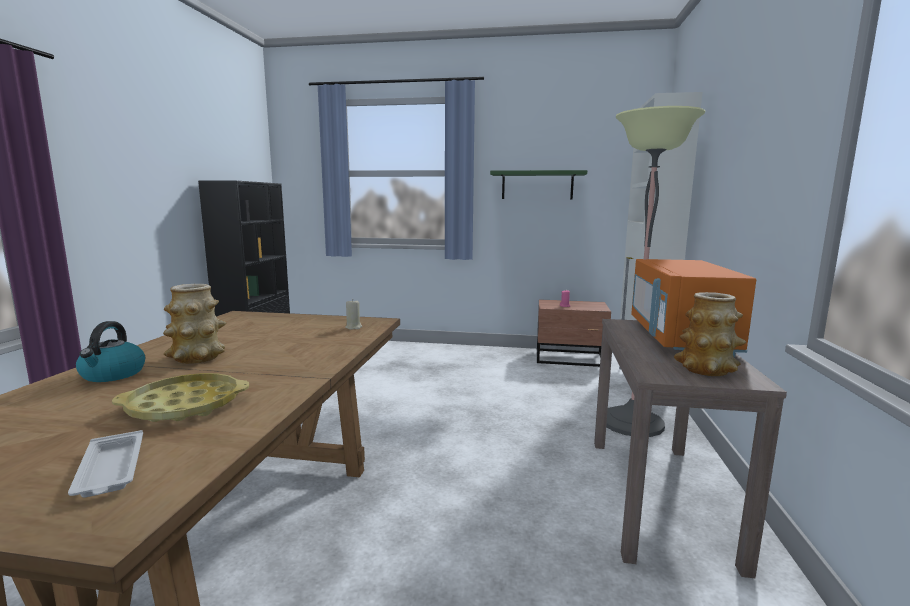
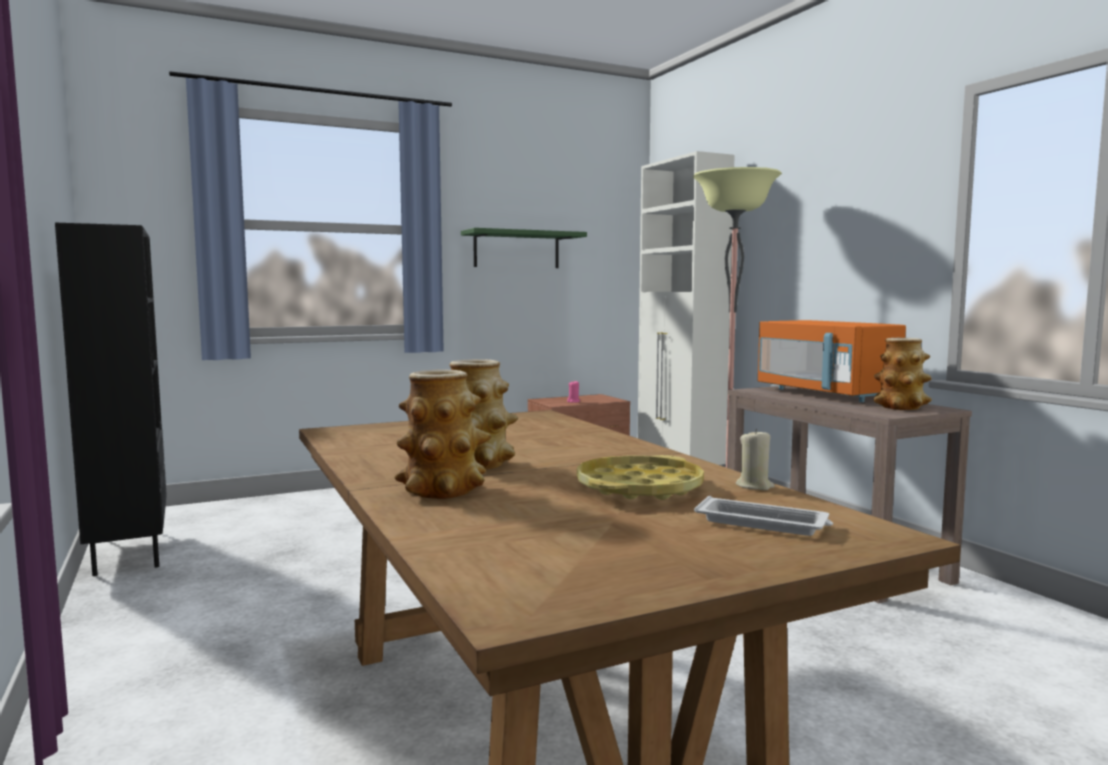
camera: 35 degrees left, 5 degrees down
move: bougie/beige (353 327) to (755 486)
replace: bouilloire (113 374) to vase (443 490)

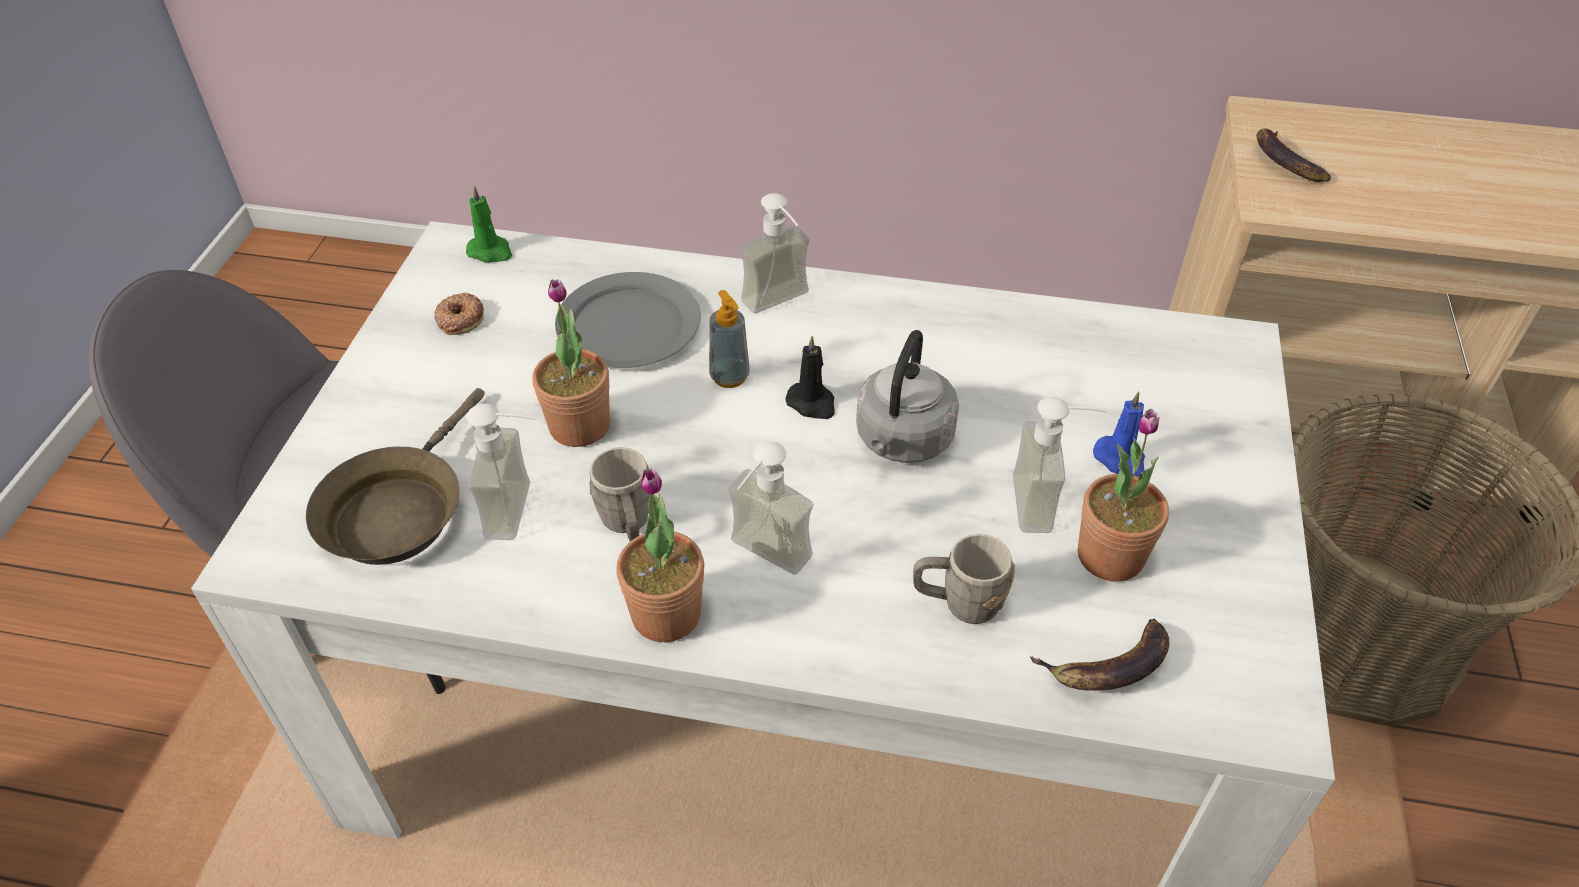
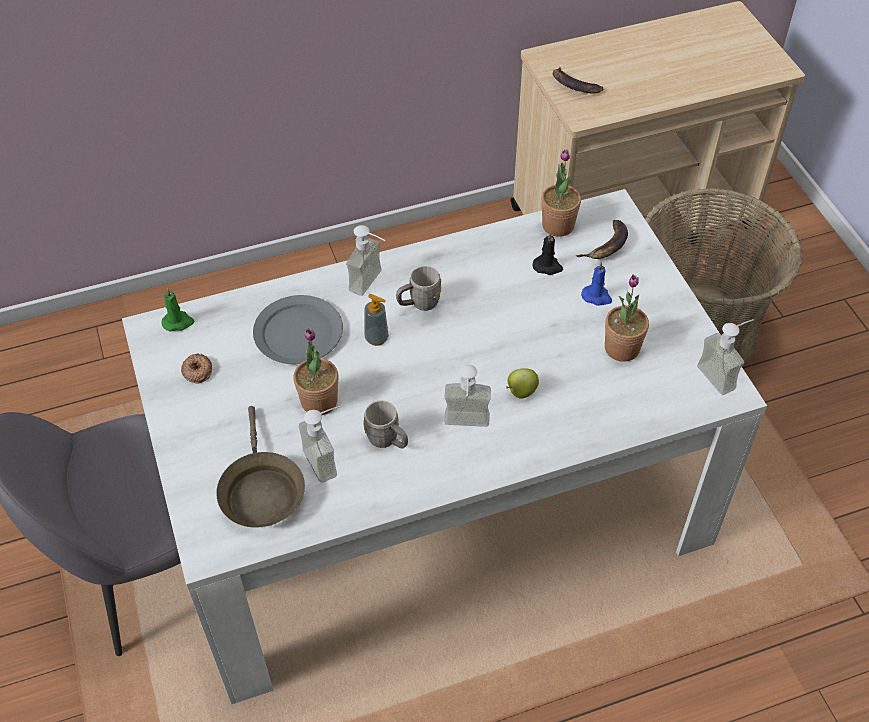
camera: 30 degrees left, 5 degrees up
delete: bouilloire/gris (902 441)
insert: pomme (521 392)
move: bougie/noir (812 403) to (548 266); distributeur de savon (1048 504) to (723 374); plante en pot (666 614) to (558 225); mug/gris (958 602) to (419 303); banane (1108 665) to (607 245)

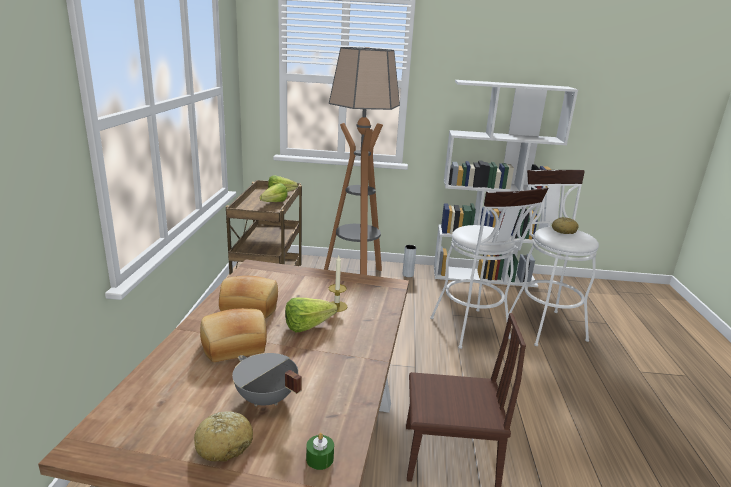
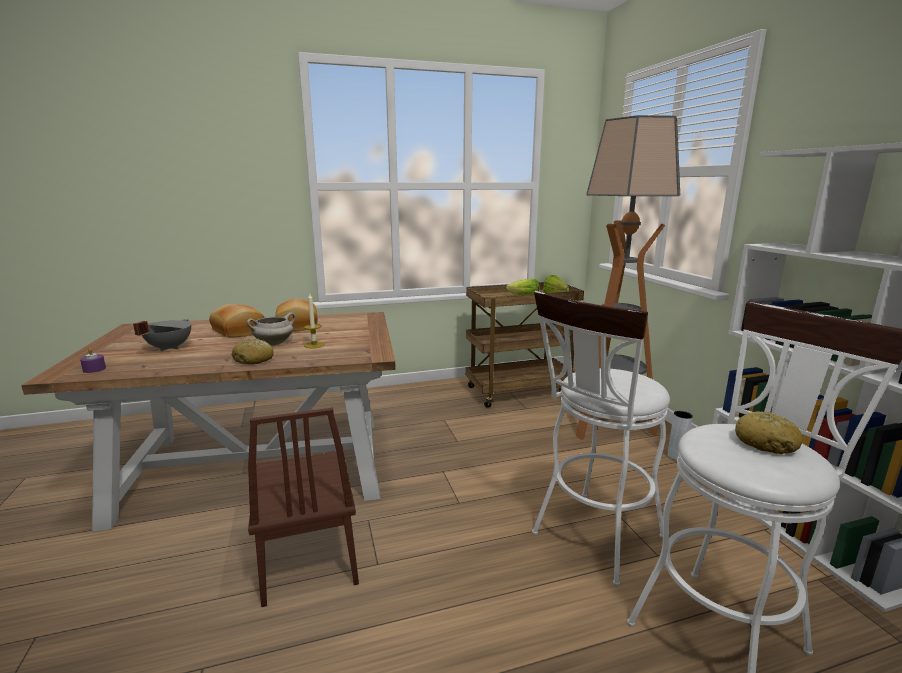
camera: 70 degrees right, 5 degrees down
move: pain (224 444) to (254 360)
replace: laitue (312 326) to marmite/blanc (274 343)
recolor: bougie/vert (320 459) to bougie/violet (94 369)

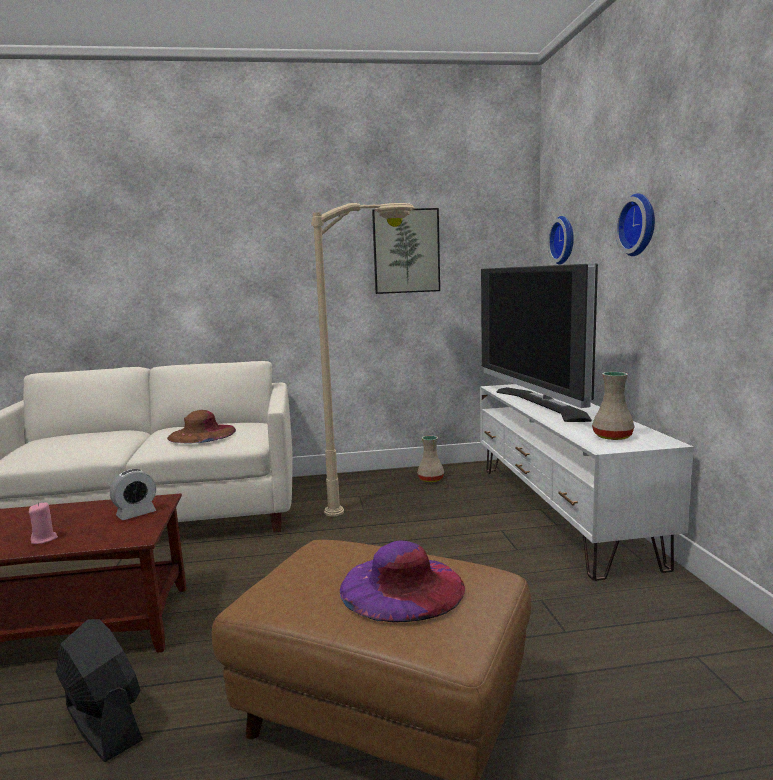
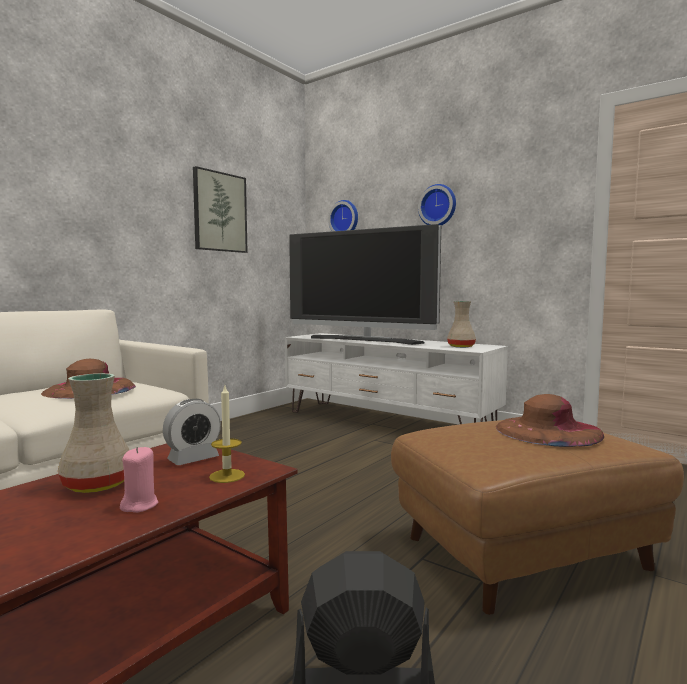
camera: 45 degrees left, 5 degrees down
delete: lampadaire/beige (385 497)
insert: bougie (227 476)
move: vase/beige (430 479) to (95 484)
recolor: chapeau/violet (401 587) to chapeau/marron (548 430)
rotate: réveil (136 514) = (193 459) 45 degrees clockwise

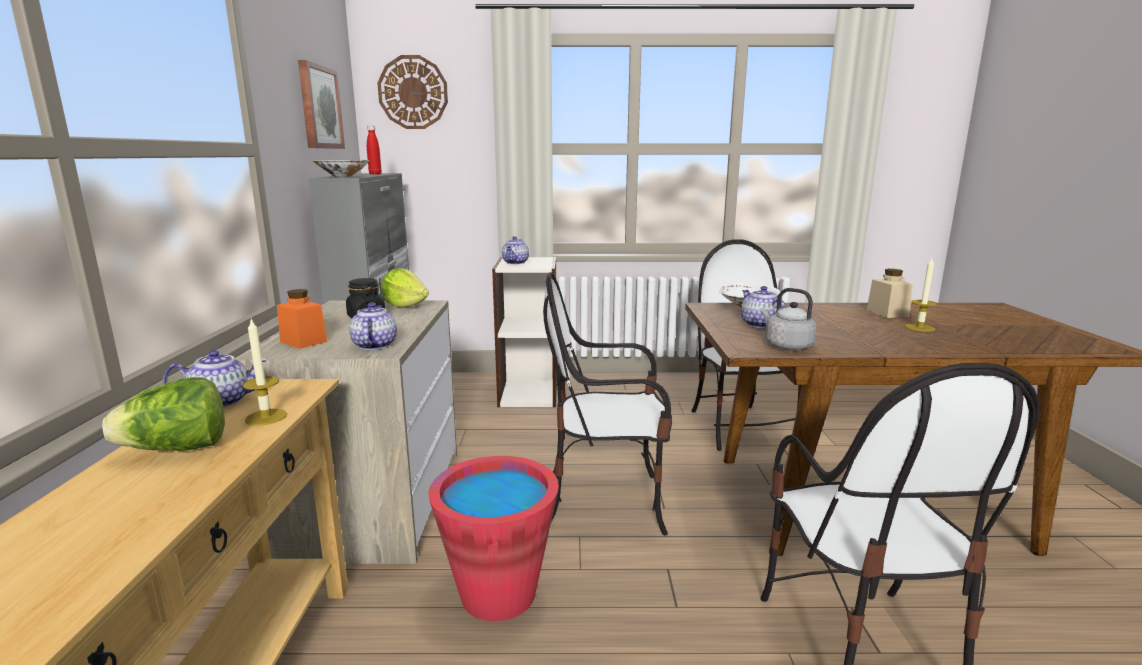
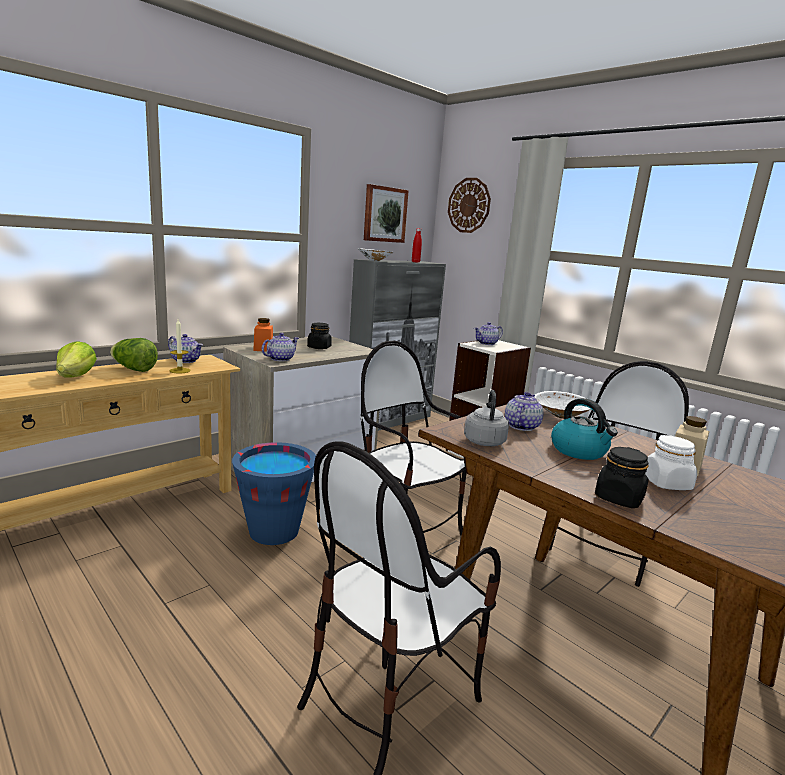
camera: 45 degrees right, 0 degrees up
insert: bouilloire (579 451); bocal/noir (619 498)
move: laitue (405 305) to (76 376)
replace: bougie (920 327) to bocal/blanc (667 483)
recolor: seau/rouge (498 594) to seau/bleu (274 531)

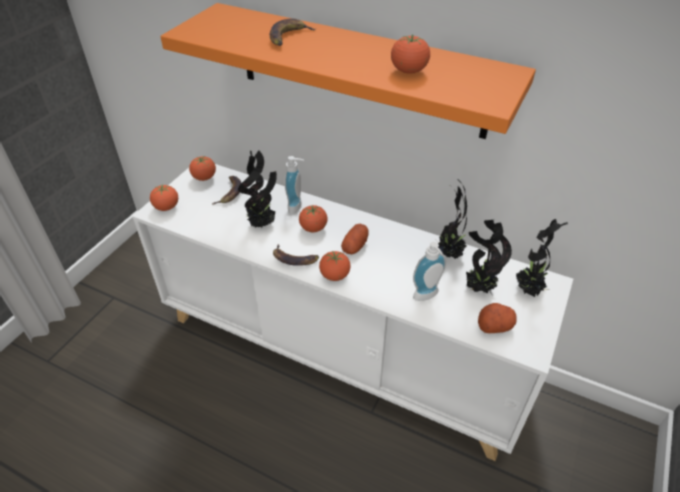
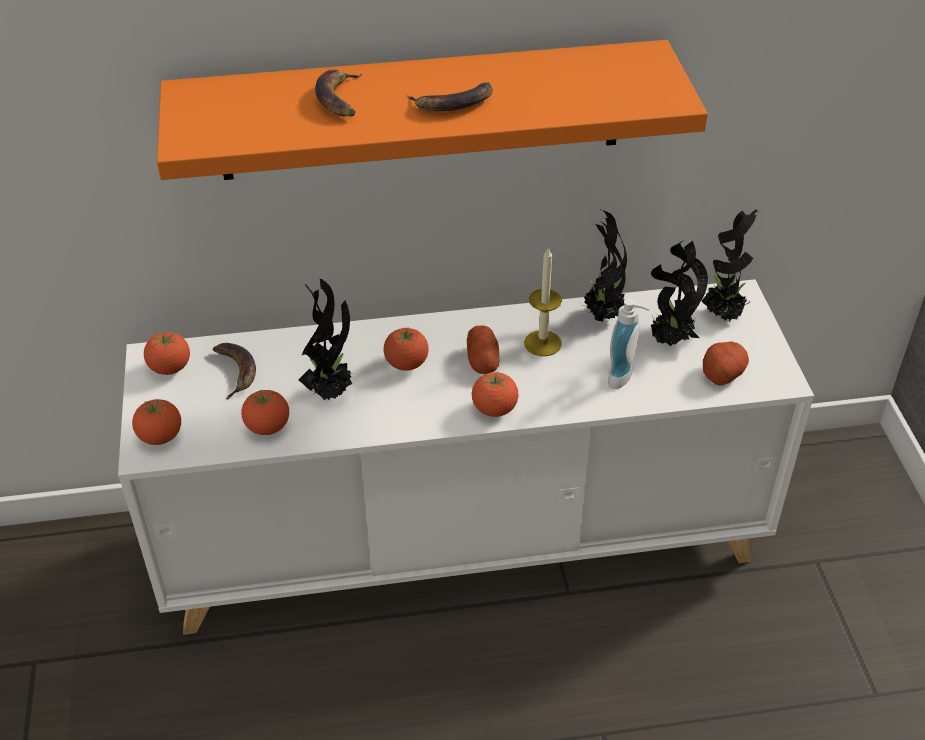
camera: 35 degrees left, 0 degrees up
delete: distributeur de savon (297 207)
insert: bougie (542 343)
move: tomate (408 71) to (267 427); banane (294 258) to (453 103)

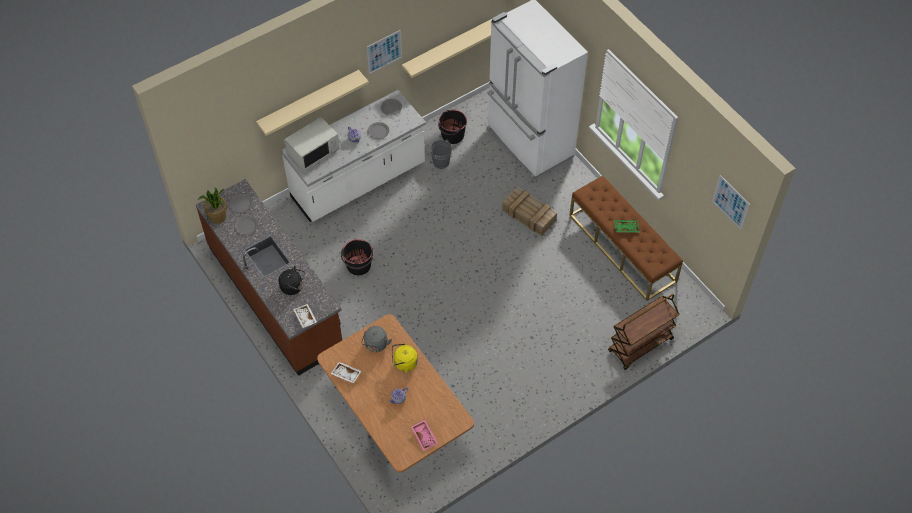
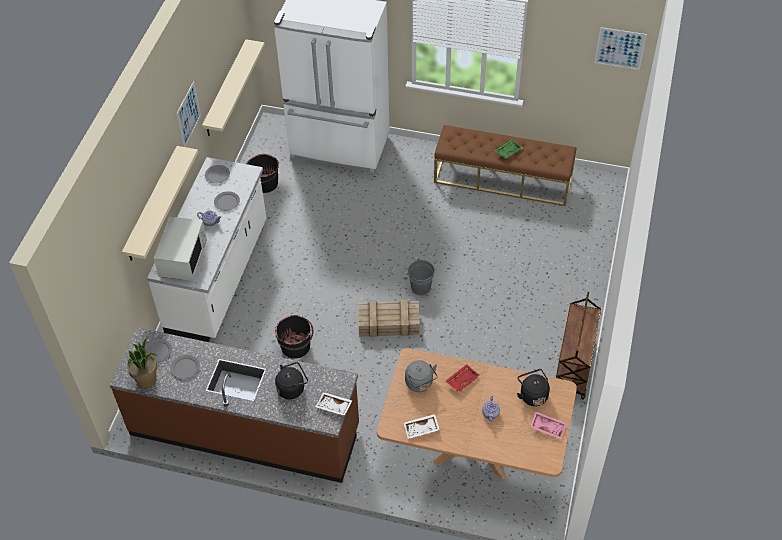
camera: 40 degrees left, 5 degrees down
insert: bouilloire/noir (532 395)
move: seau/gris (441 162) to (421 287); caisse (530 215) to (389 323); chariot/marron (640 346) to (574 368)
replace: bouilloire/jaune (404 363) to plateau/rouge (462 380)

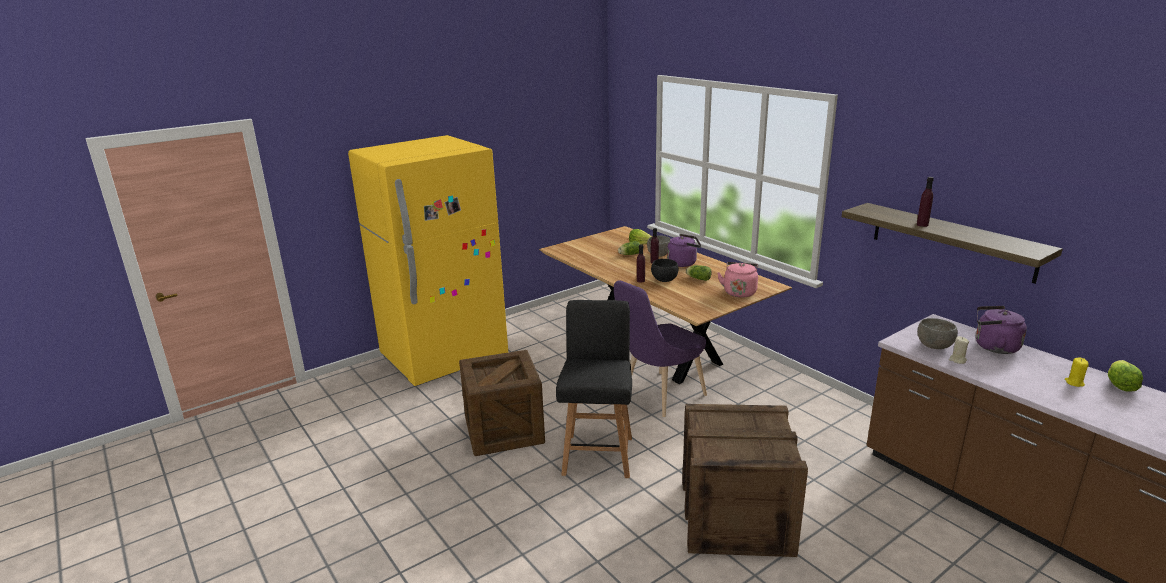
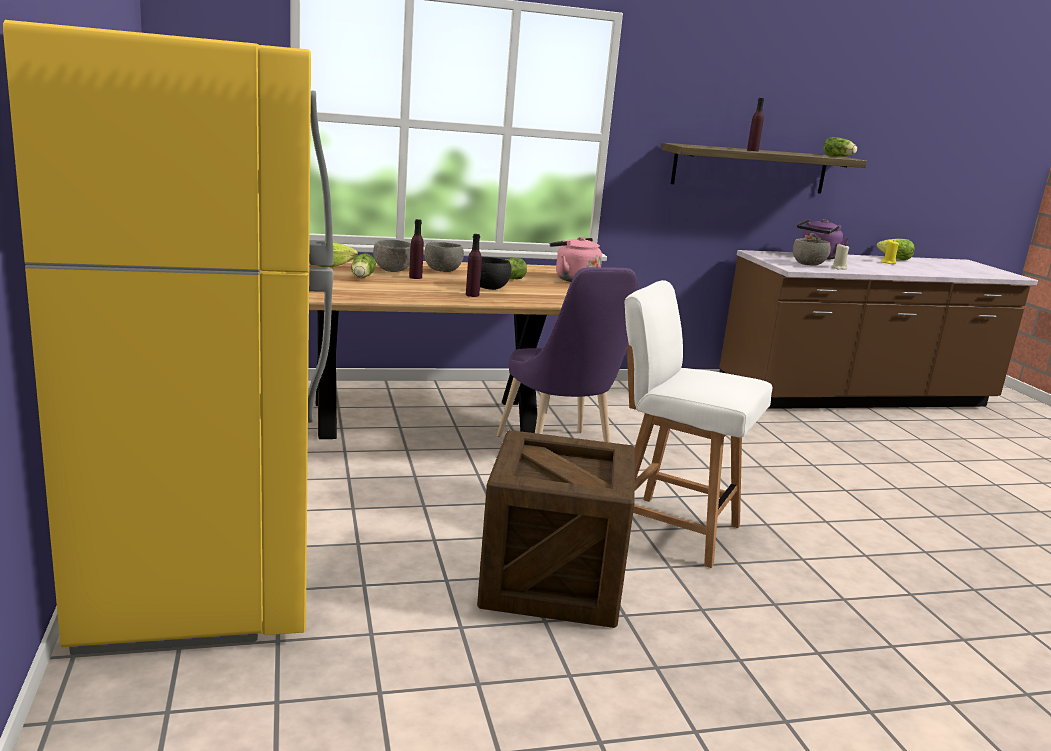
camera: 70 degrees left, 5 degrees down
delete: caisse (736 518)
insert: laitue (839 156)
replace: bouilloire/violet (683 263) to bol/gris (443 271)
recolor: chaise/noir (598 454) to chaise/blanc (672 529)

